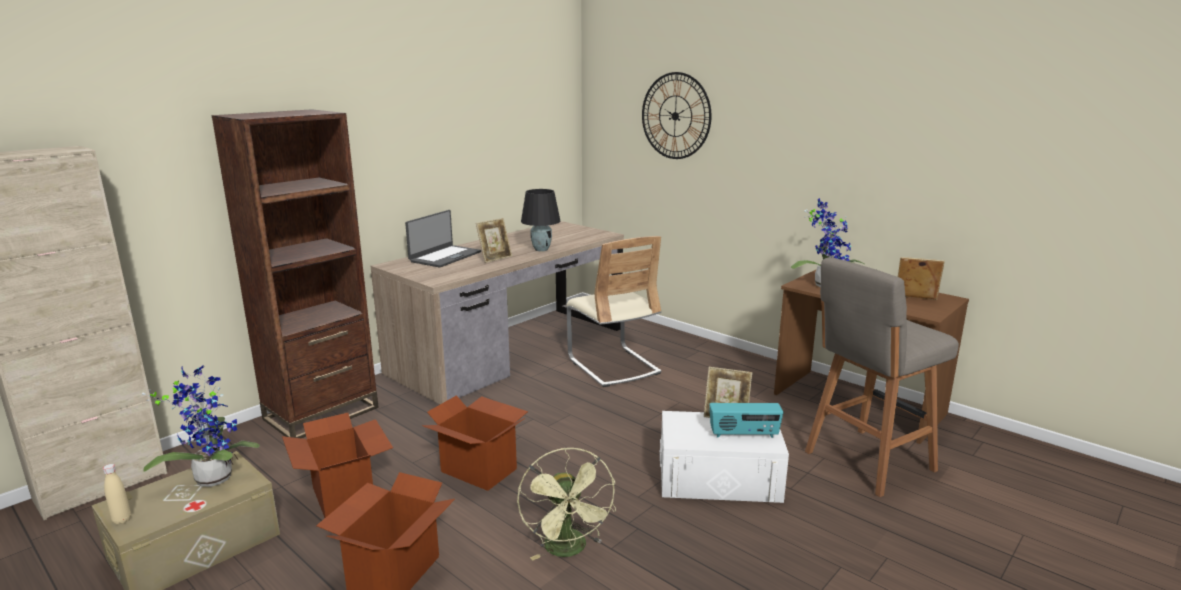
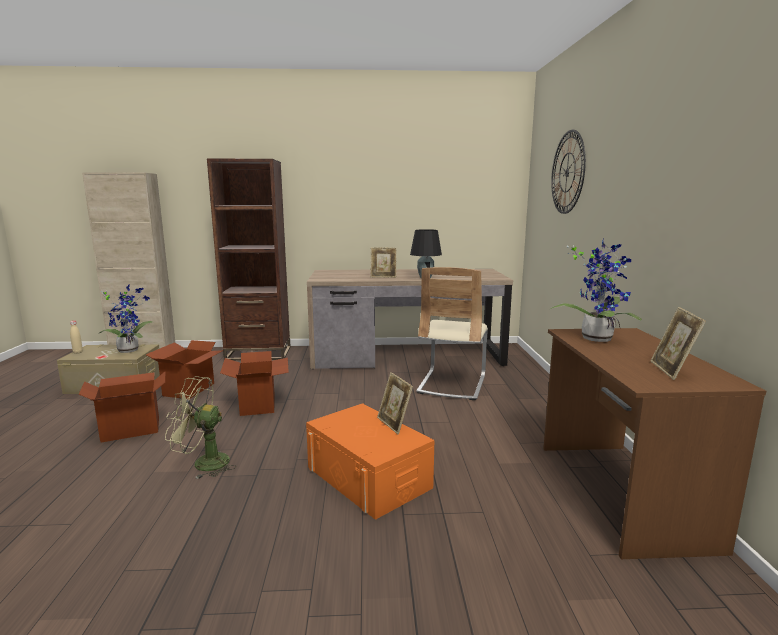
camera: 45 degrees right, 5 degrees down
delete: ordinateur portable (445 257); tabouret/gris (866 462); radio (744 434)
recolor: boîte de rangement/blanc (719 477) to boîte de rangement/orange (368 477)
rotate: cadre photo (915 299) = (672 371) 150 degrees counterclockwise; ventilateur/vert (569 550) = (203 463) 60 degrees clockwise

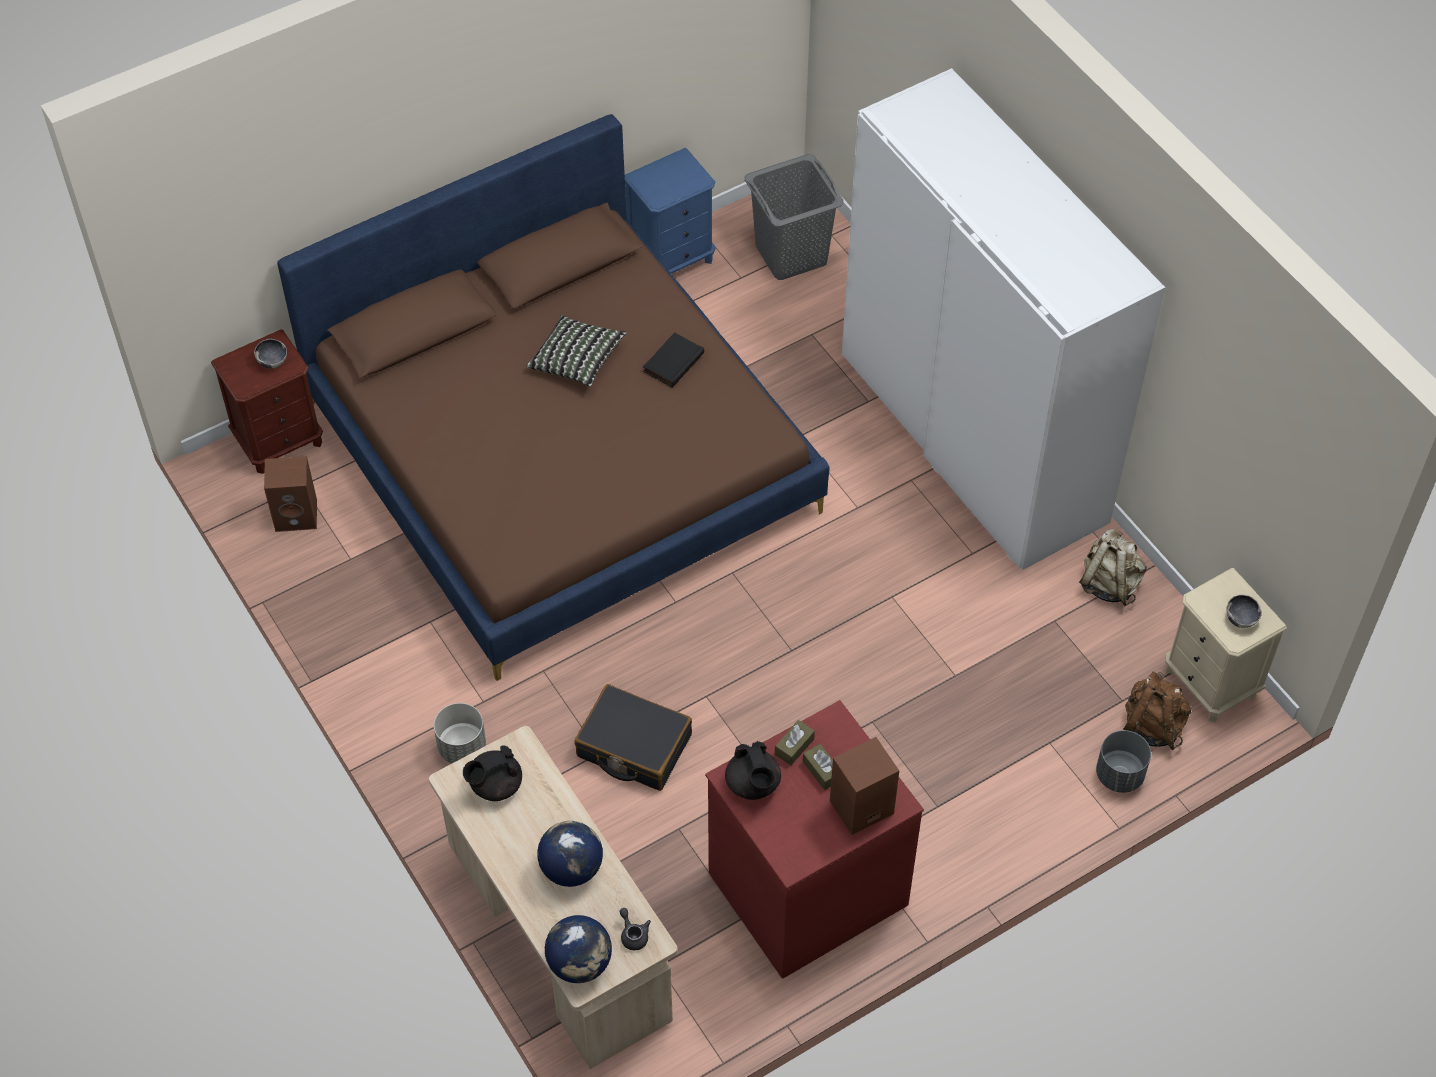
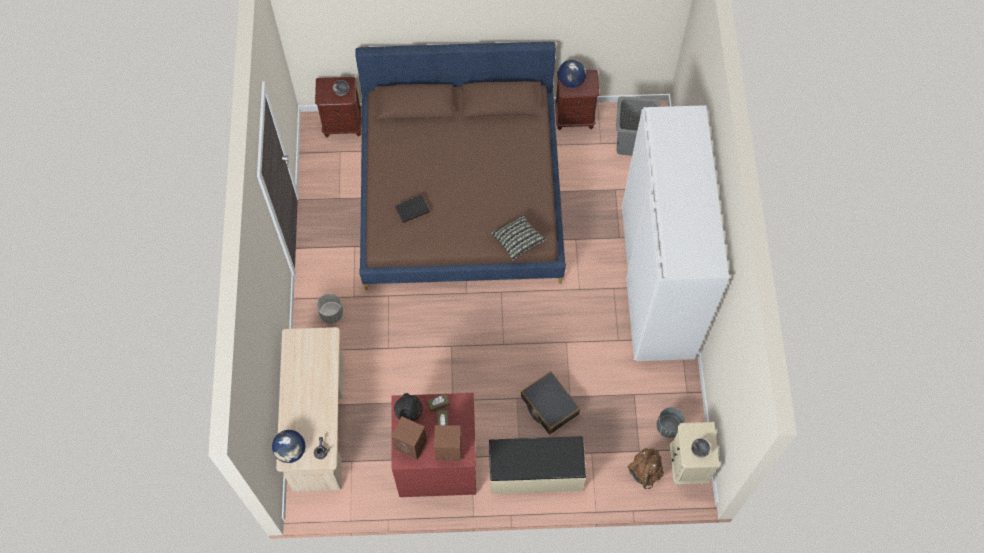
camera: 30 degrees right, 10 degrees up
delete: sac à dos/beige (1109 583); théière/noir (495 785)
insert: banc/beige (535 473)
move: coussin (576 360) to (518 240); livre/noir (672 361) to (412 209); enceinte/marron (297 514) to (411 444); valise/noir (633 746) to (549 405); cache-pot/gris (1120 774) to (668 427); globe (571 868) to (571 81)
recolor: table de chevet/bleu (672 258) to table de chevet/marron (574 118)

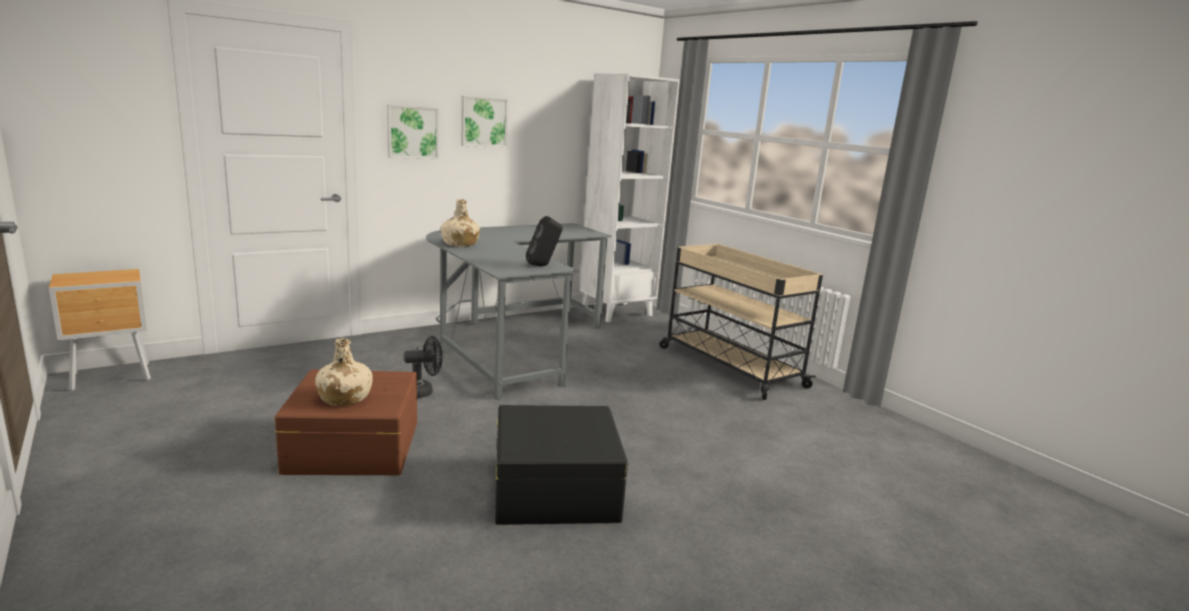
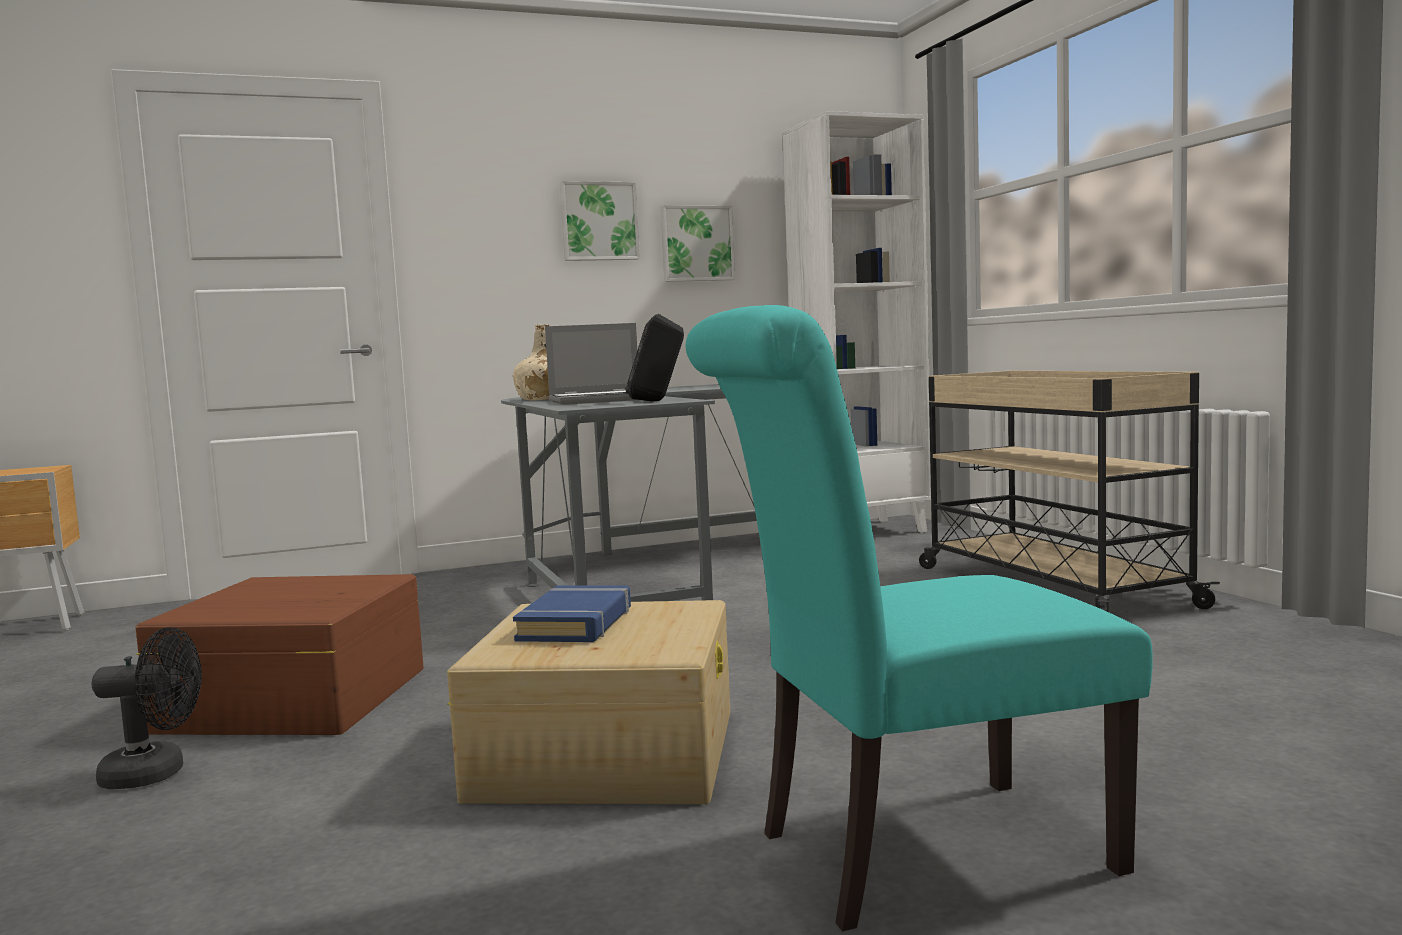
camera: 15 degrees right, 10 degrees down
delete: bouteille/beige (344 398)
insert: chaise/turquoise (914 853); ordinateur portable (602 400); livre/bleu (576 624)
move: tableau (412 132) to (696 244); ventilateur/noir (423 392) to (156 774)
recolor: boîte de rangement/noir (555 487) to boîte de rangement/beige (608 751)

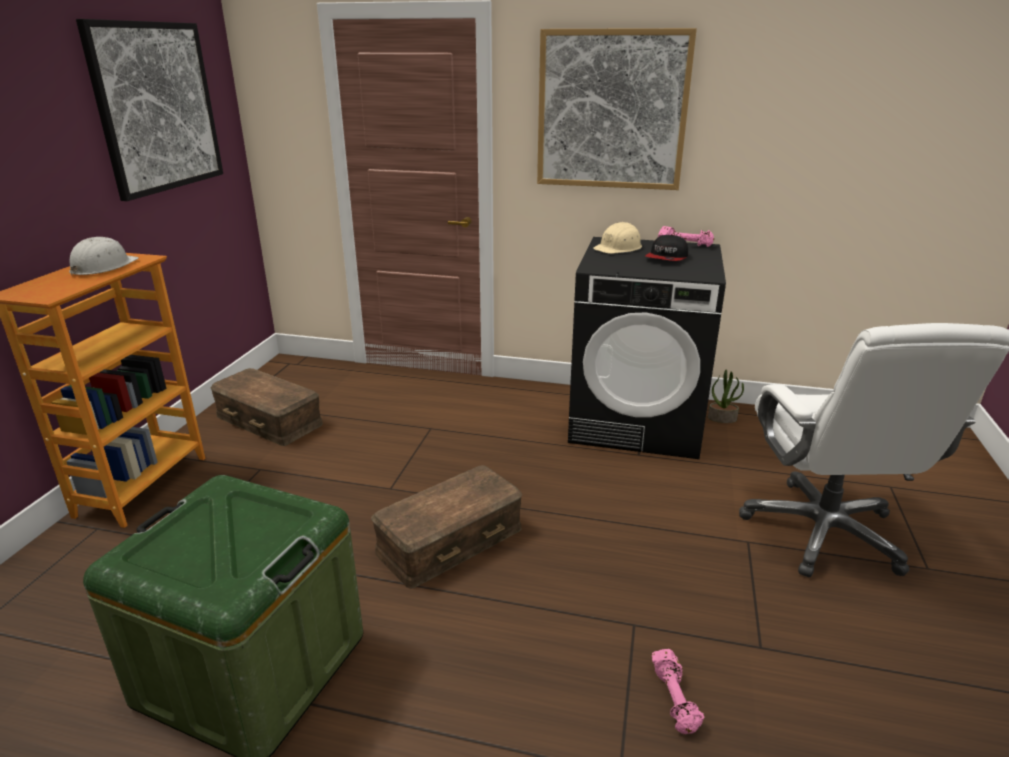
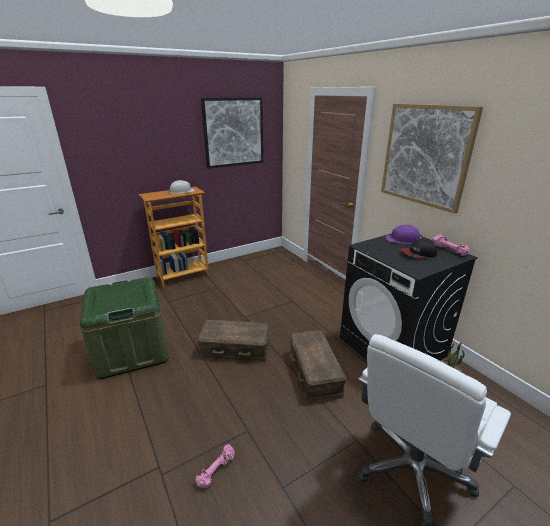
camera: 45 degrees right, 0 degrees up
move: boîte de rangement/marron (270 419) to (315 372)
recolor: casque de chantier/beige (618 248) to casque de chantier/violet (403 240)

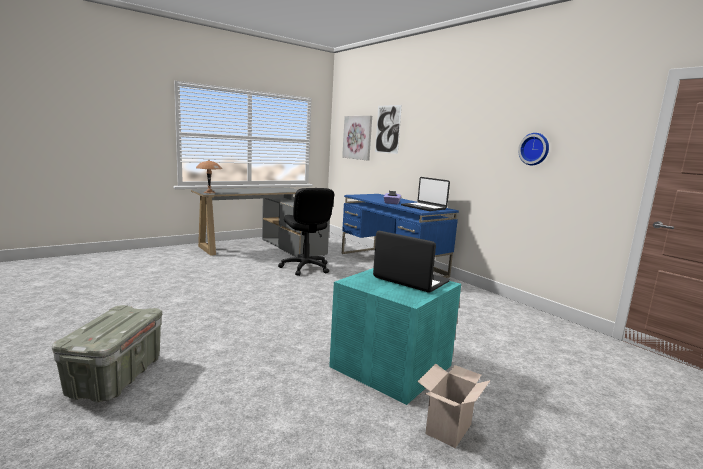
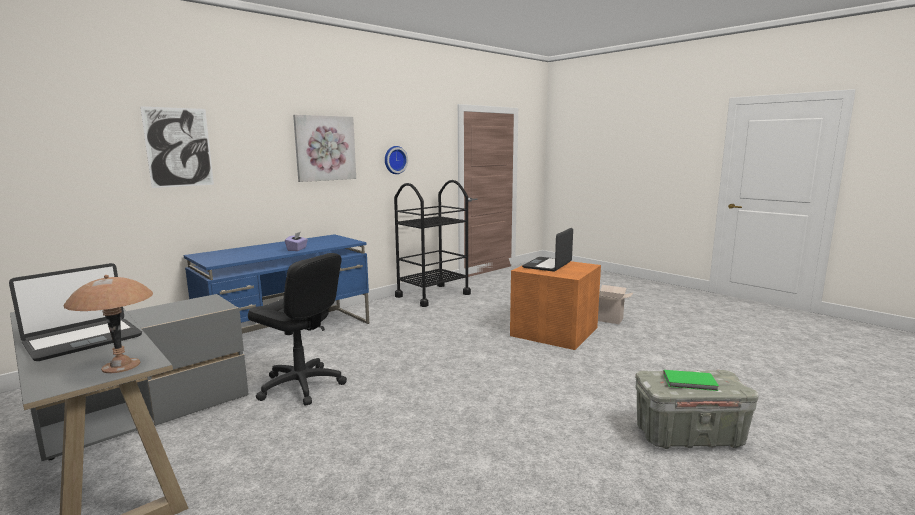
camera: 95 degrees left, 0 degrees up
insert: chariot/noir (433 295); livre/vert (690 382)
move: tableau (358 137) to (325 148); ordinateur portable (424 207) to (83 340)
recolor: boîte de rangement/turquoise (389 366) to boîte de rangement/orange (555 332)
rotate: chaise de bureau/noir (305 268) = (301 386) 60 degrees clockwise

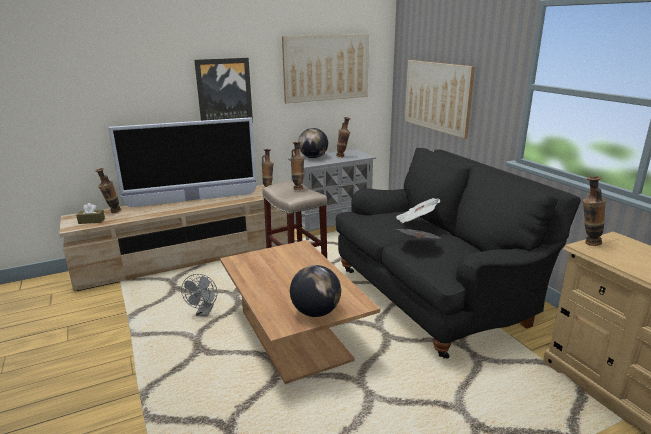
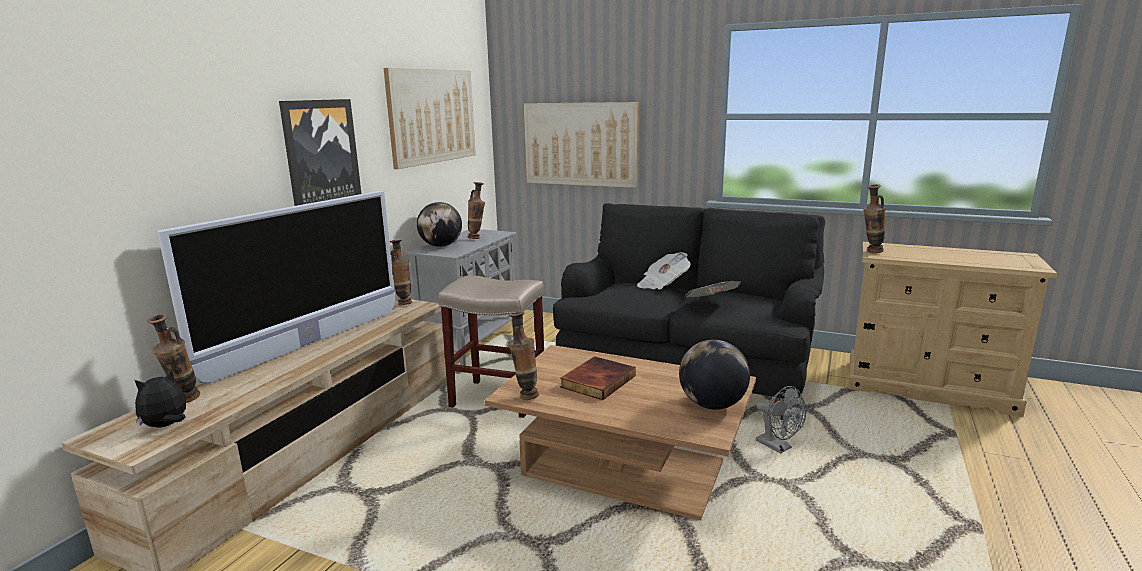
camera: 40 degrees left, 5 degrees down
insert: livre (597 381)
move: vase (298 188) to (525 395); ventilateur/gris (204 313) to (778 447)
replace: boîte à mouchoirs/marron (91 221) to peluche (166 426)

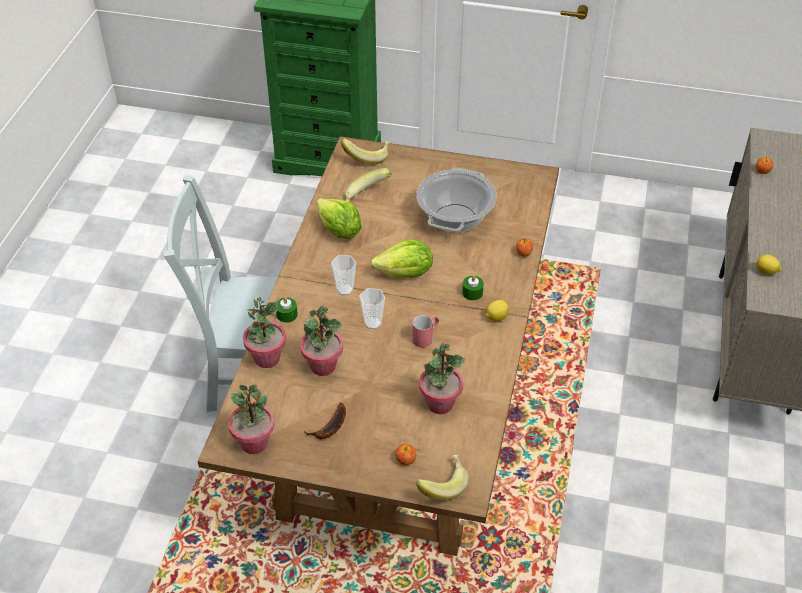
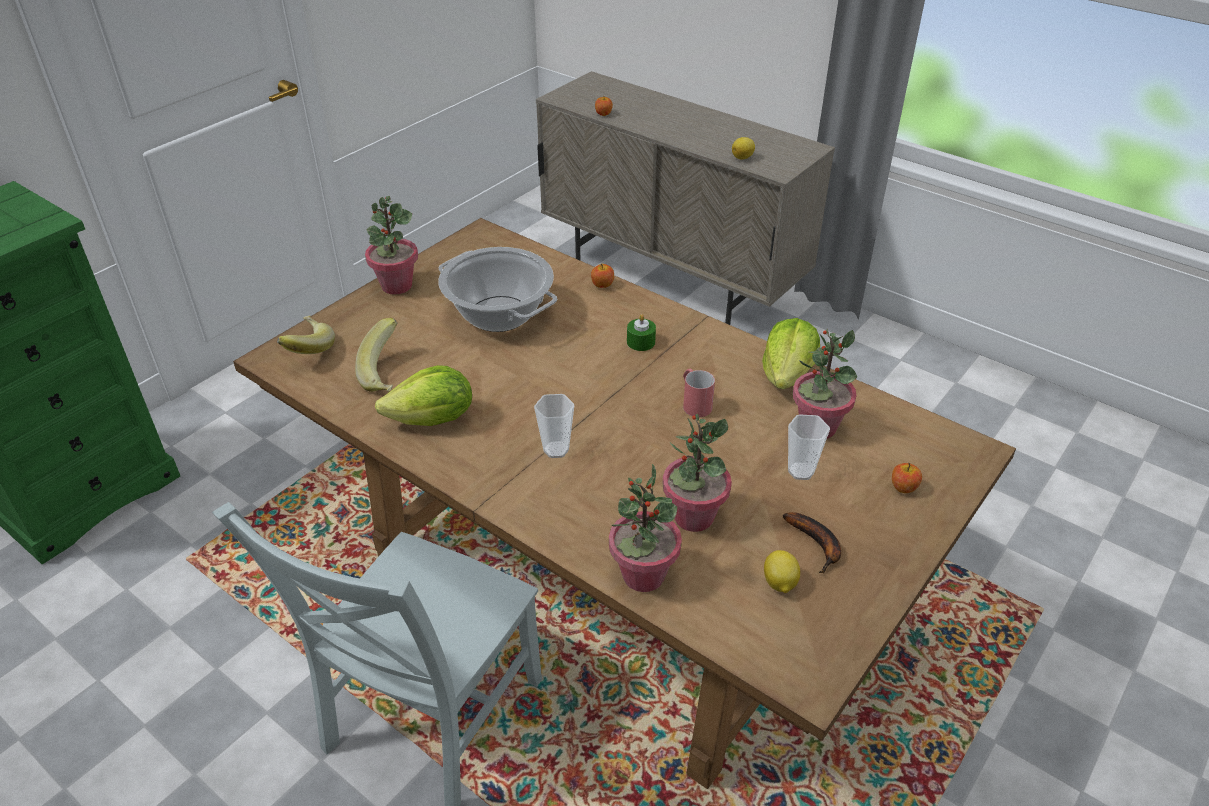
camera: 65 degrees left, 5 degrees down
delete: bougie/vert (287 314); banane (441 485)
move: laitue (405 274) to (787 375); tasse (372 323) to (801 471); citron (496 317) to (779 583); plante en pot (254 443) to (396 285)

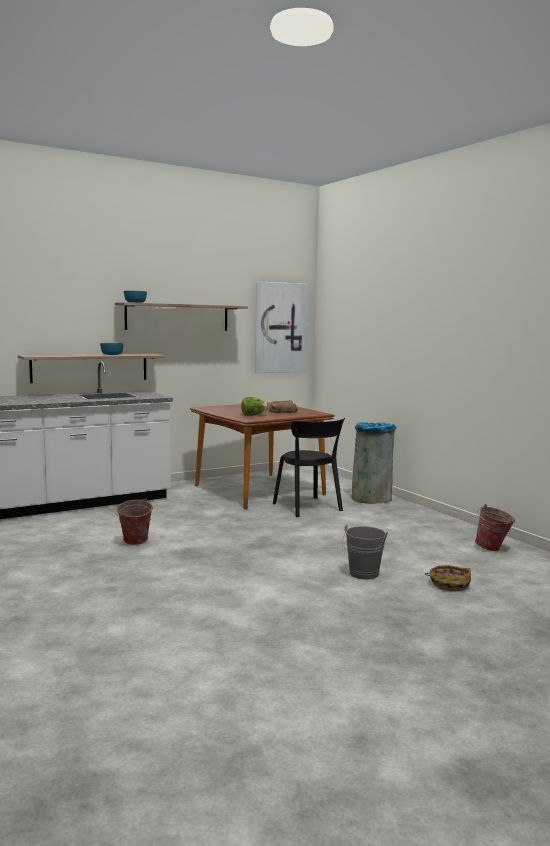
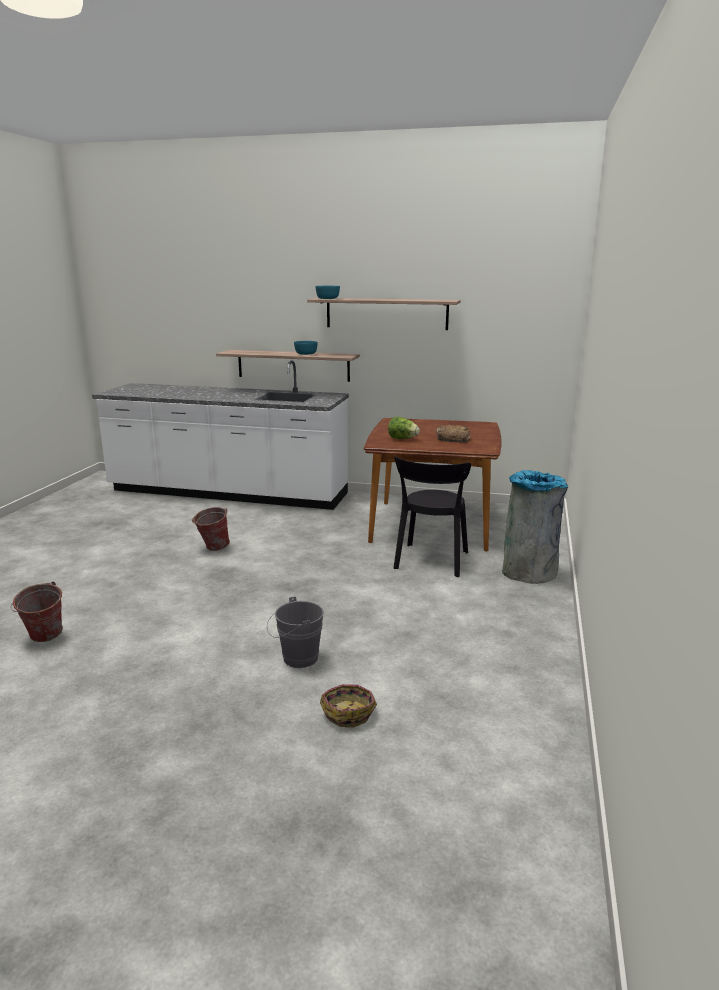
camera: 45 degrees right, 10 degrees up
delete: tableau (280 328)
move: seau (493 549) to (43 638)

